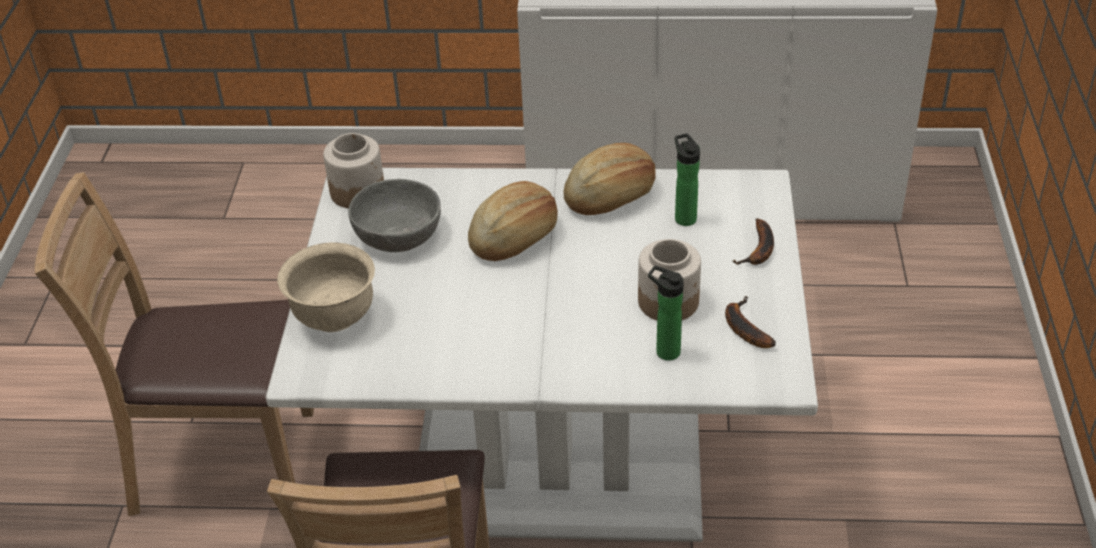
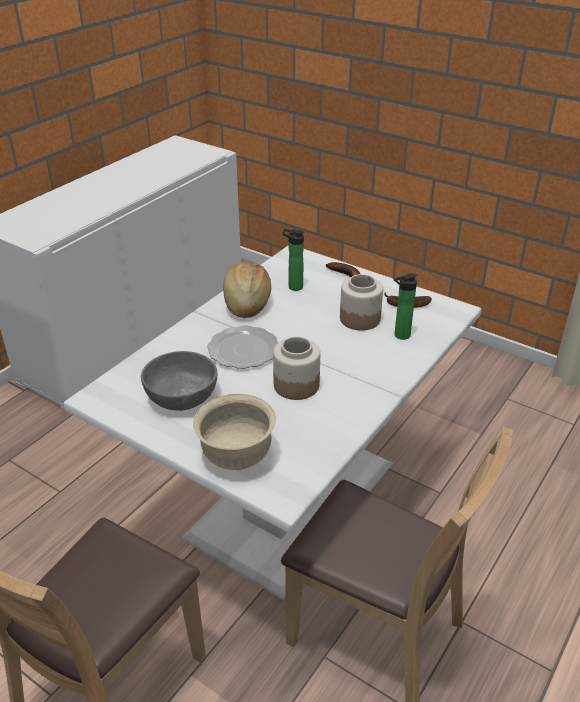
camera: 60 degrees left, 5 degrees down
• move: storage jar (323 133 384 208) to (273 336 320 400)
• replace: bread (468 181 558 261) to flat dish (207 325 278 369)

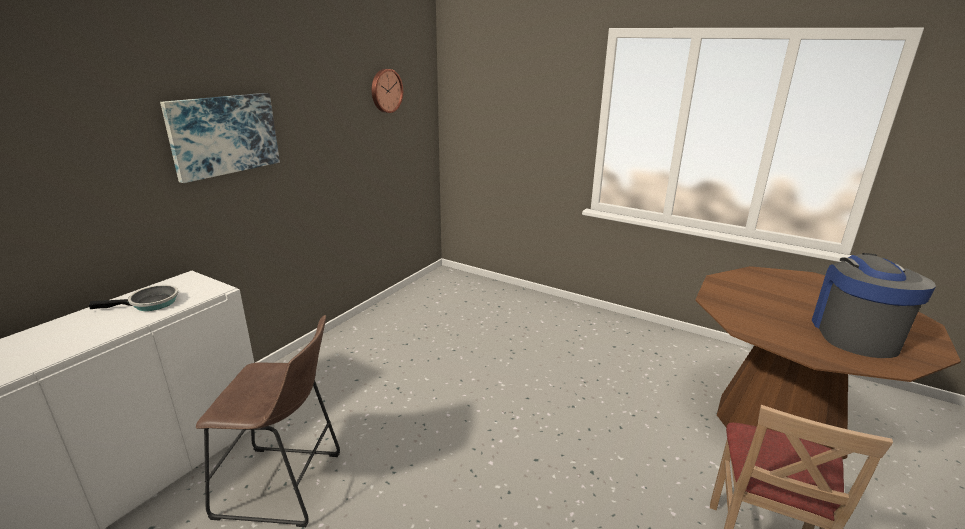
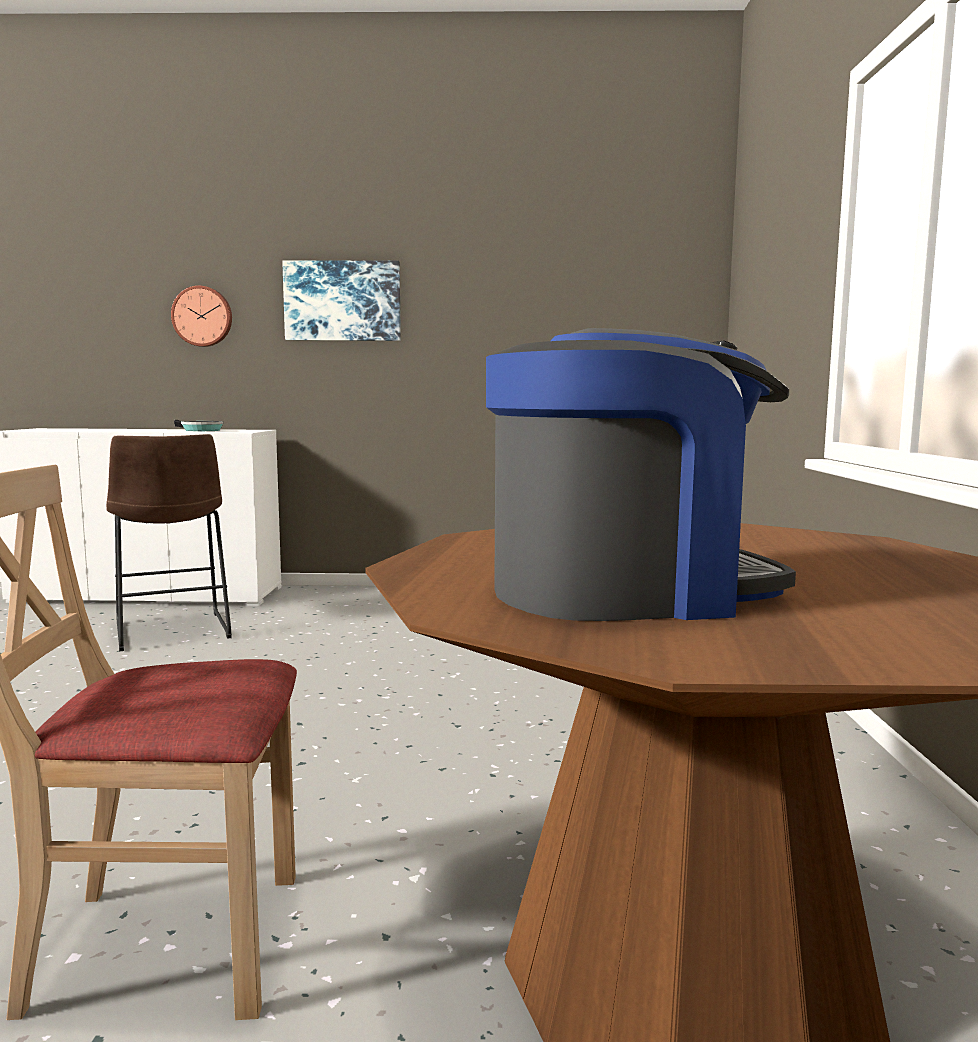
camera: 60 degrees right, 15 degrees down
• move: clock on the wall (372 69 403 113) to (171 286 232 347)

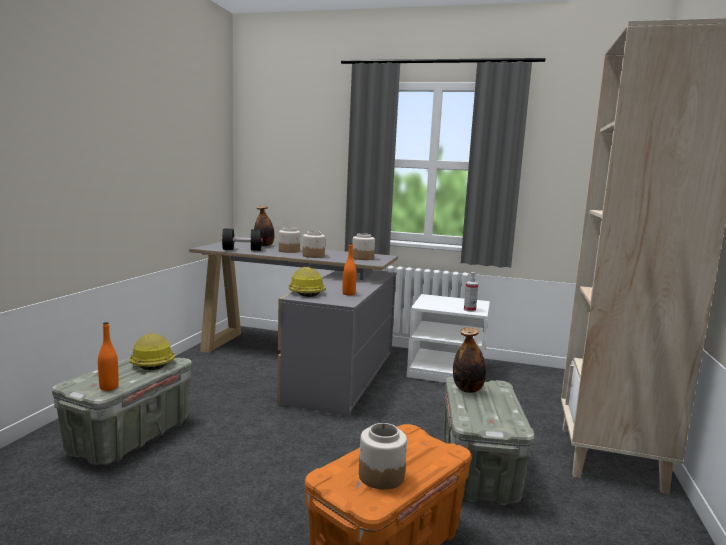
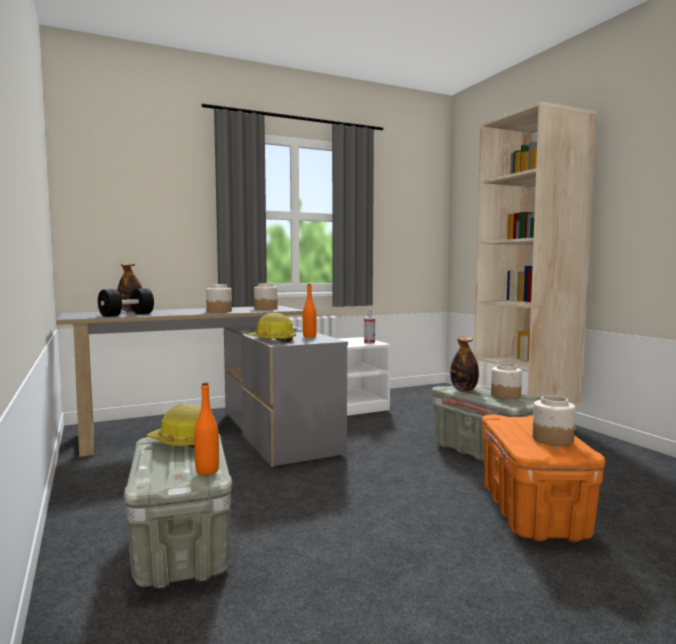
camera: 40 degrees left, 5 degrees down
• move: storage jar (279 227 300 253) to (491 363 522 399)

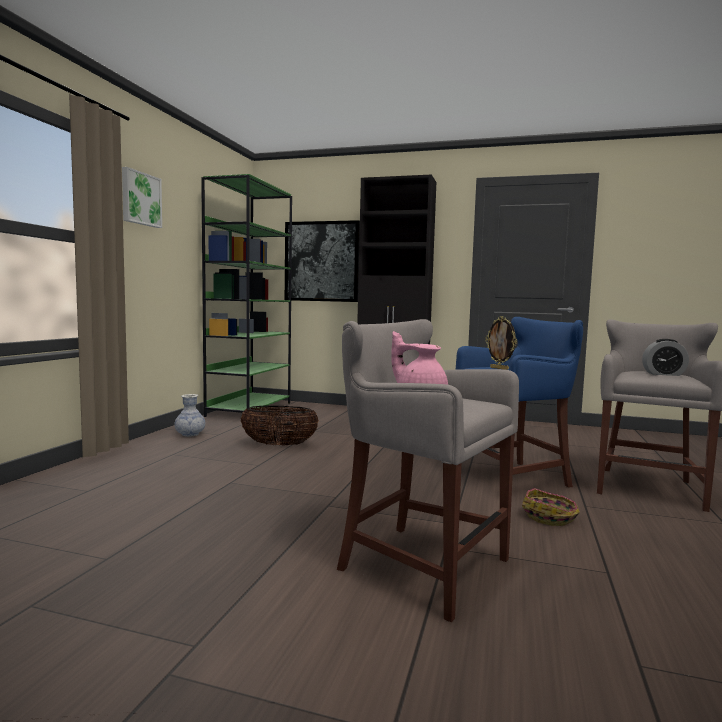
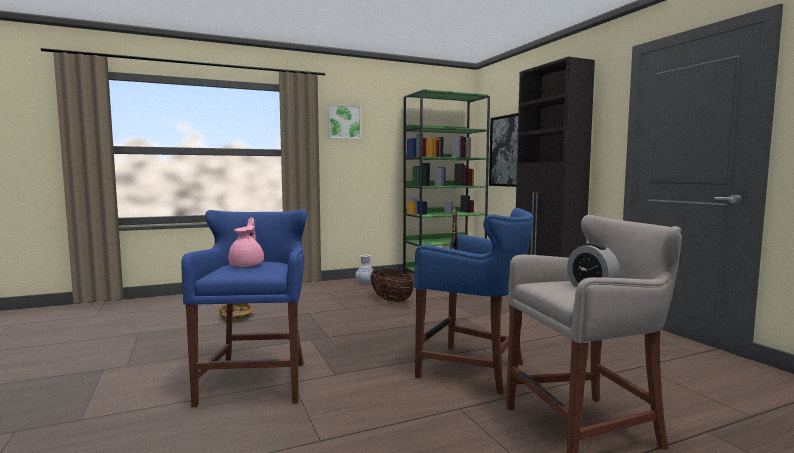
camera: 50 degrees right, 0 degrees up
• recolor: greyish sitting stool (337 319 519 622) to blue sitting stool (181 209 307 407)
• move: household basket (522 488 580 526) to (219 303 255 322)

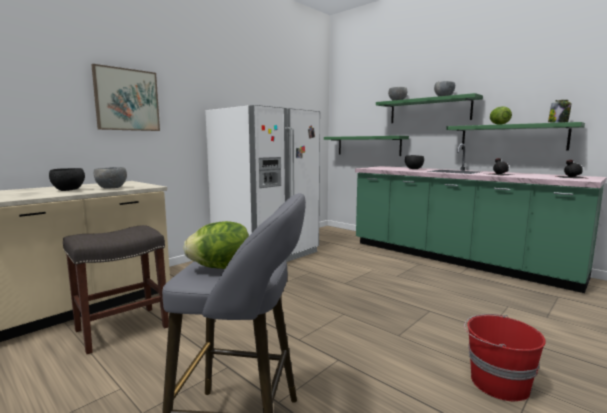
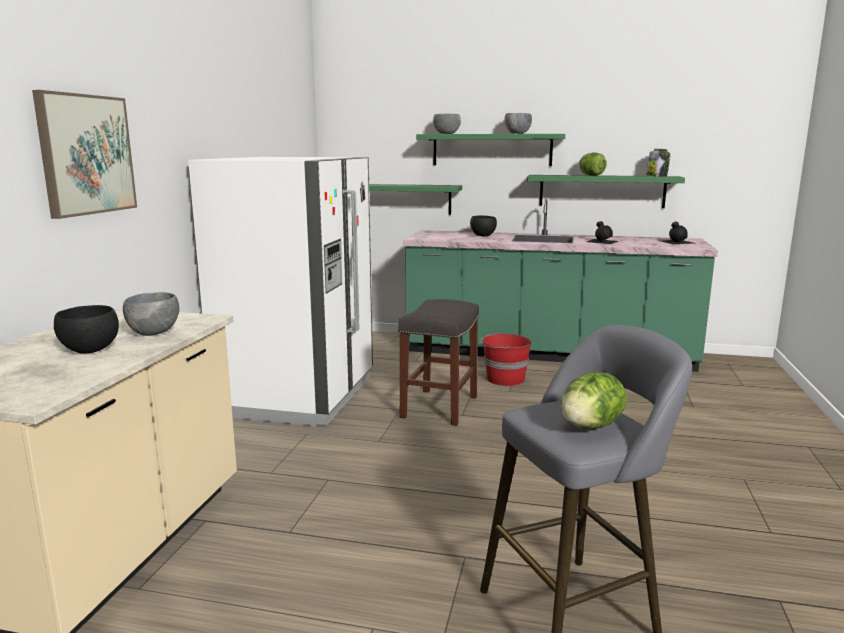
camera: 30 degrees left, 5 degrees up
• move: greyish sitting stool (63 225 169 354) to (398 299 480 426)
• move: red water bucket (464 314 546 401) to (480 332 531 386)

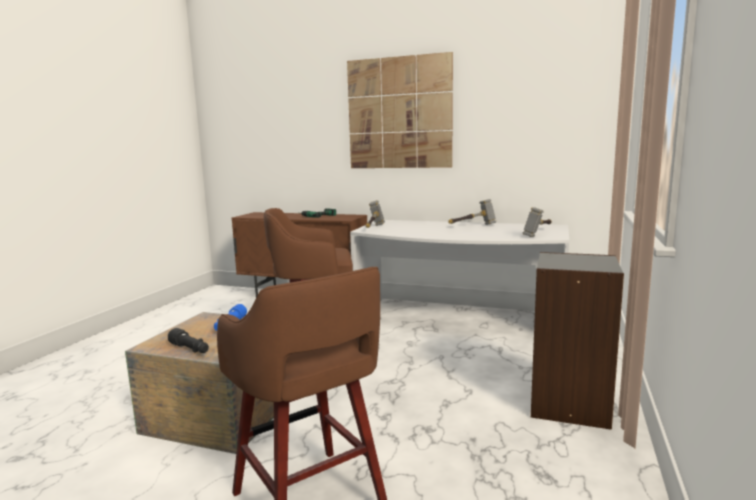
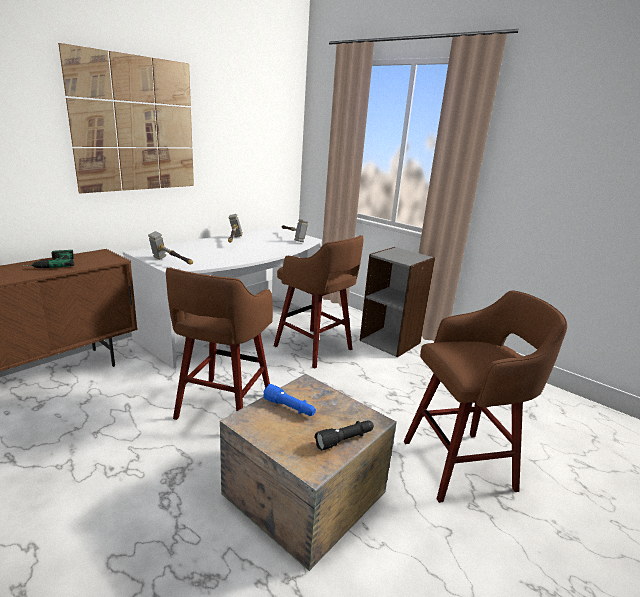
camera: 70 degrees left, 10 degrees up
• insert: brown-coloured sitting stool (274 235 364 369)

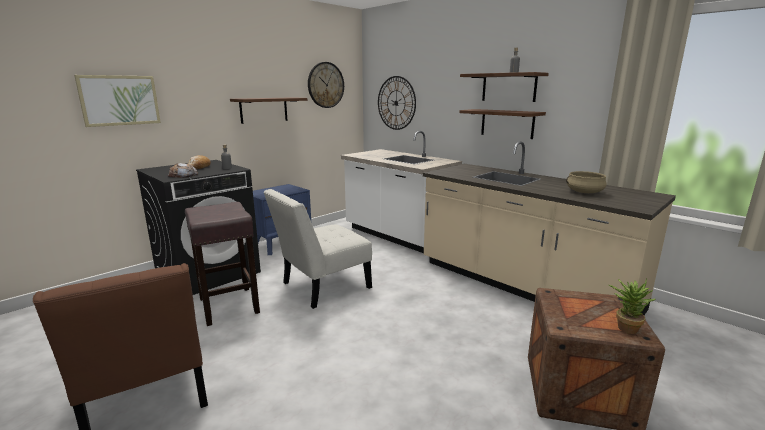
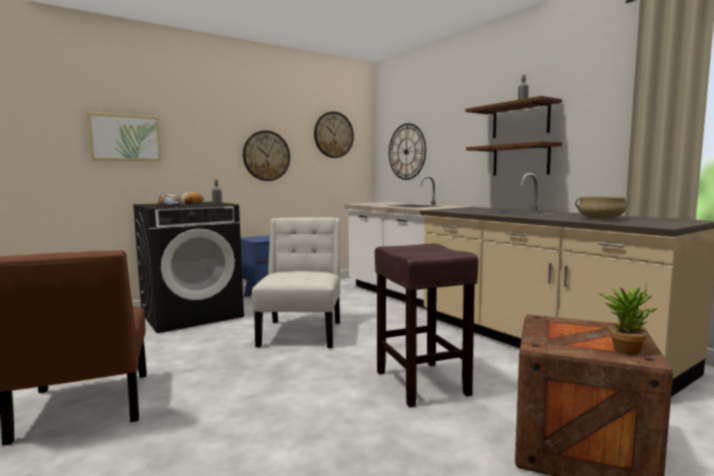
camera: 10 degrees right, 10 degrees down
• move: brown-coloured sitting stool (185 202 260 326) to (375 243 479 407)
• replace: brown-coloured wall shelf (230 97 307 124) to clock on the wall (243 131 290 181)
• rotate: whitish plain chair (264 189 372 309) = (252 217 340 348) 120 degrees clockwise

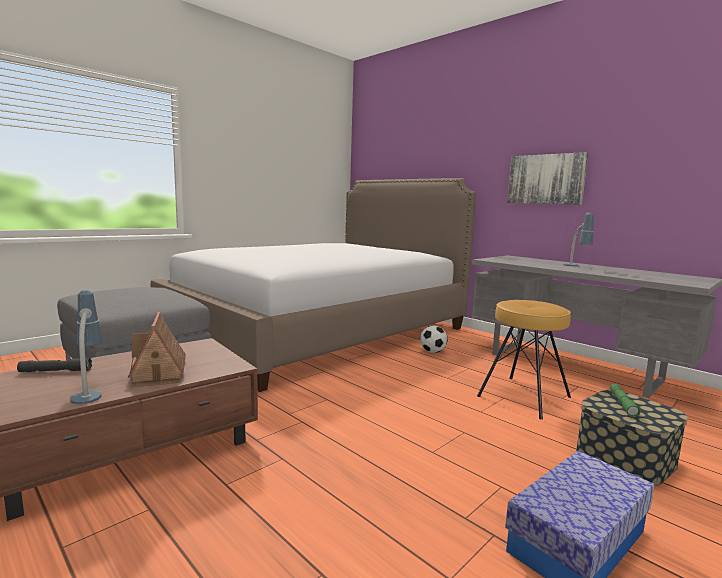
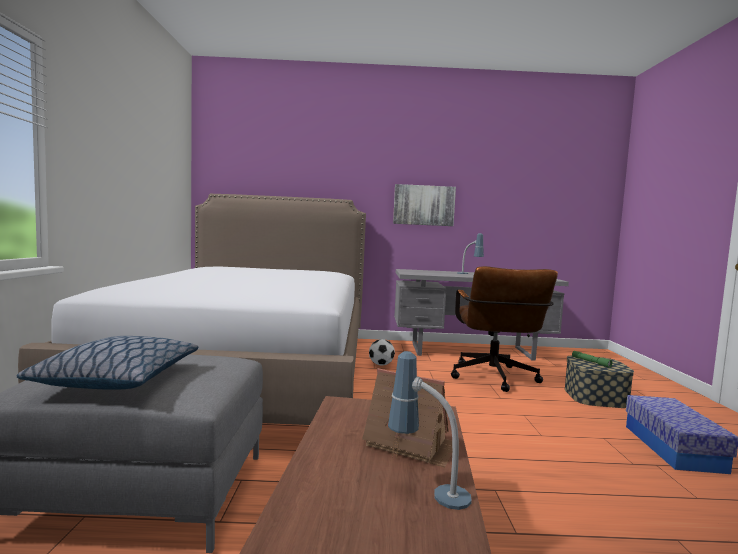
camera: 45 degrees left, 5 degrees down
• delete: greyish torch (17 358 92 372)
• replace: brown-coloured sitting stool (477 300 571 420) to brown-coloured office chair (451 266 558 392)
• insert: cushion (17 336 198 390)

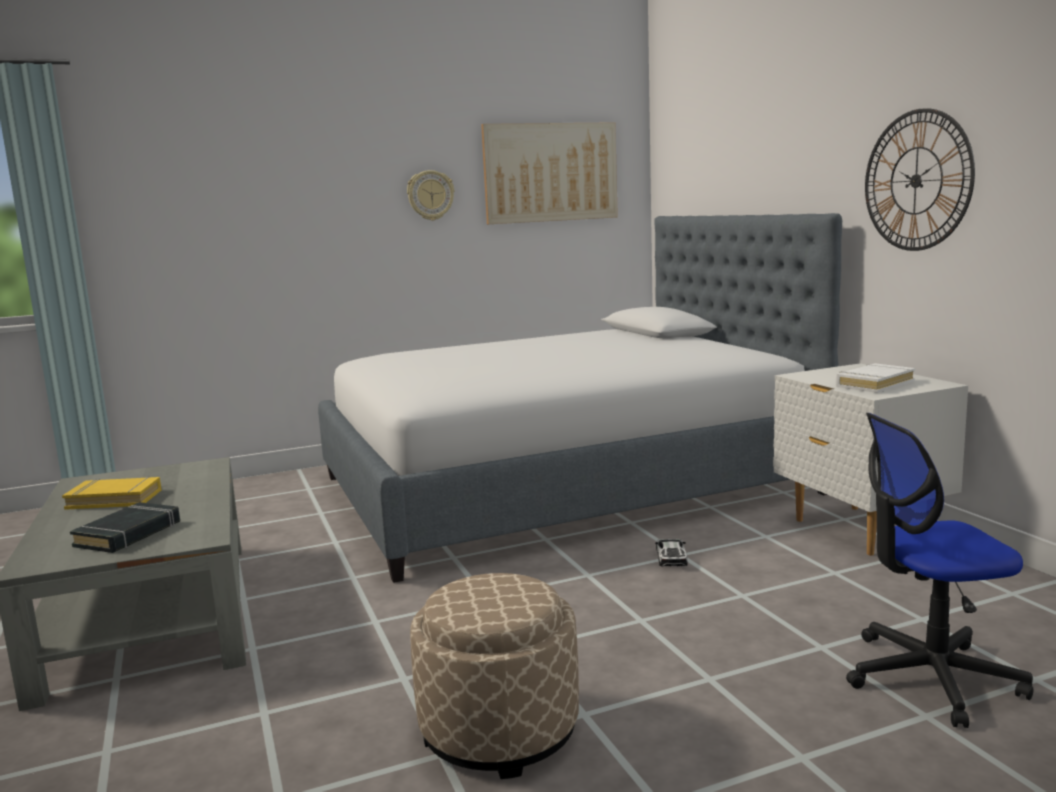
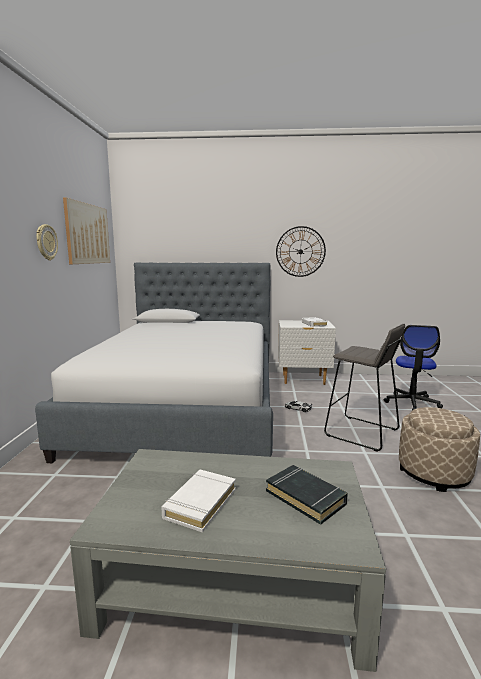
camera: 65 degrees left, 0 degrees up
• recolor: yellow-coloured bound book (62 476 162 510) to whitish bound book (161 470 236 533)
• insert: greyish sitting stool (324 324 405 452)

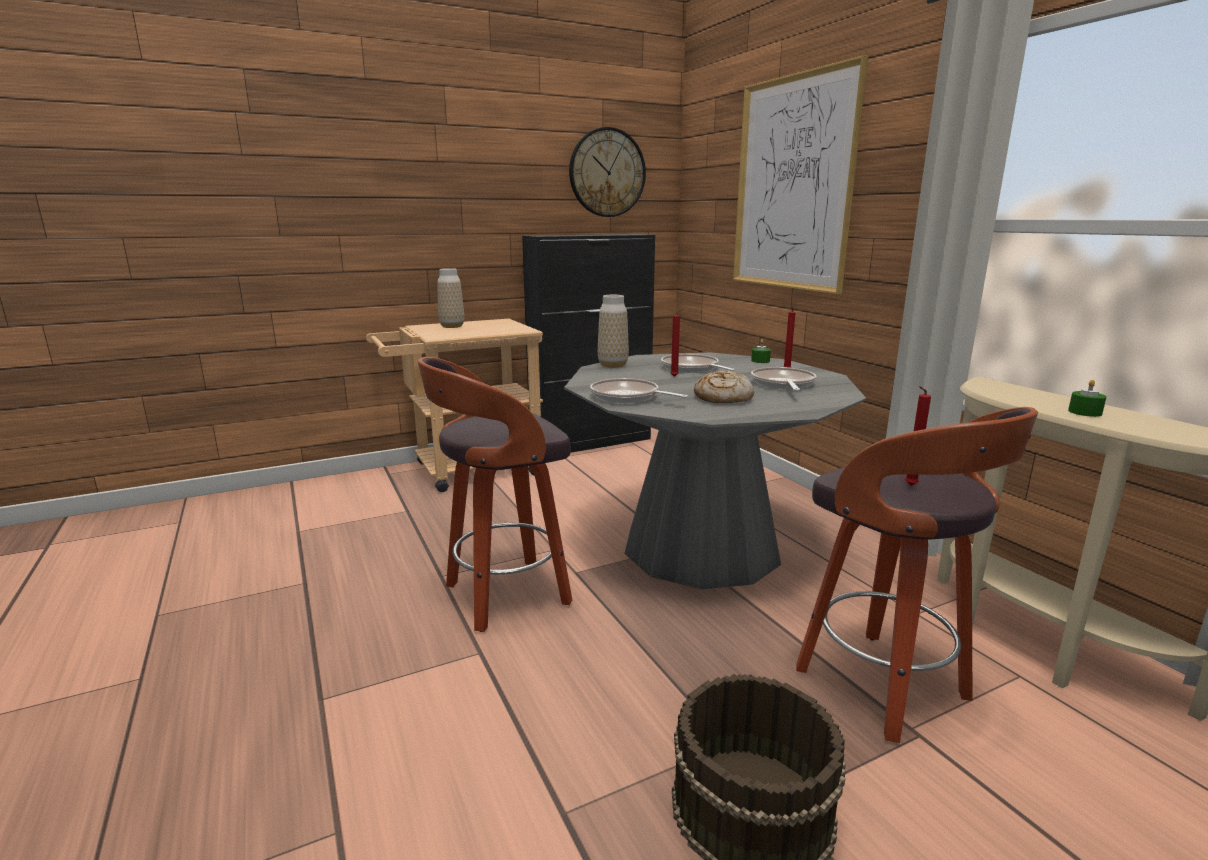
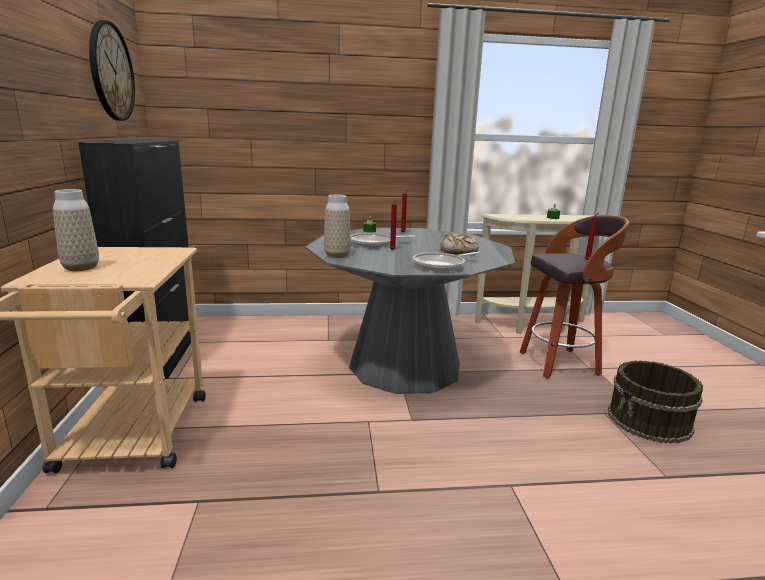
camera: 70 degrees left, 0 degrees up
• delete: sitting stool (417 357 572 632)
• delete: wall picture (733 55 868 294)
• delete: frying pan (751 367 816 391)

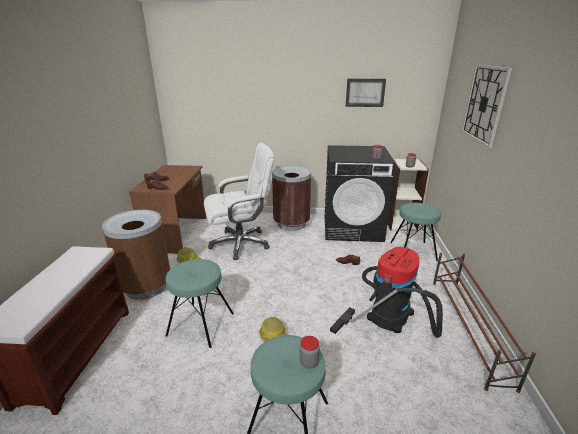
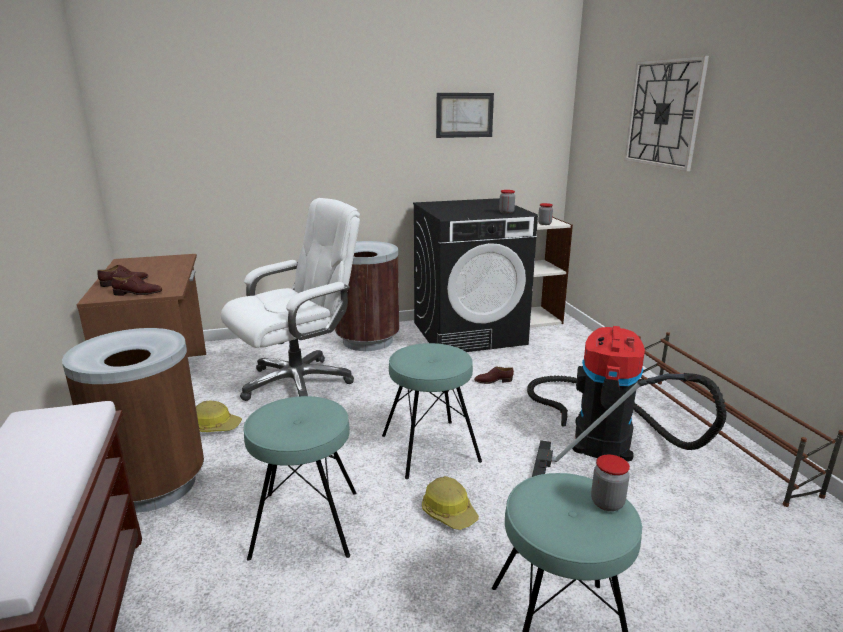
camera: 20 degrees left, 5 degrees down
• move: turquoise-coloured sitting stool (390 203 441 262) to (382 343 482 479)

